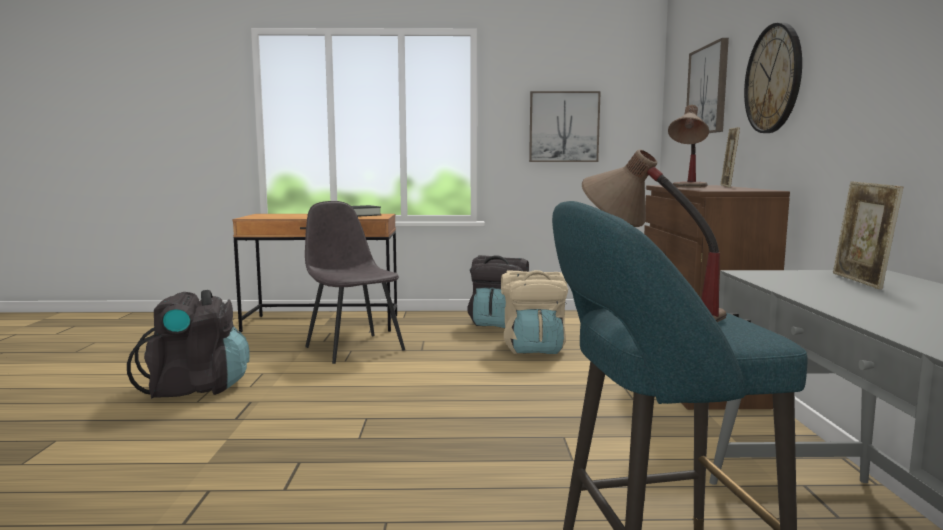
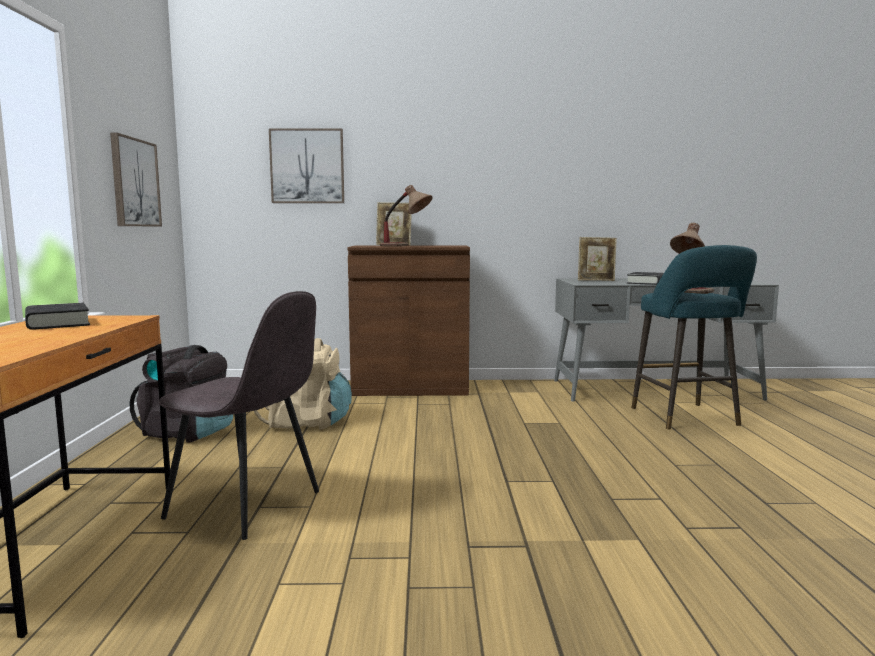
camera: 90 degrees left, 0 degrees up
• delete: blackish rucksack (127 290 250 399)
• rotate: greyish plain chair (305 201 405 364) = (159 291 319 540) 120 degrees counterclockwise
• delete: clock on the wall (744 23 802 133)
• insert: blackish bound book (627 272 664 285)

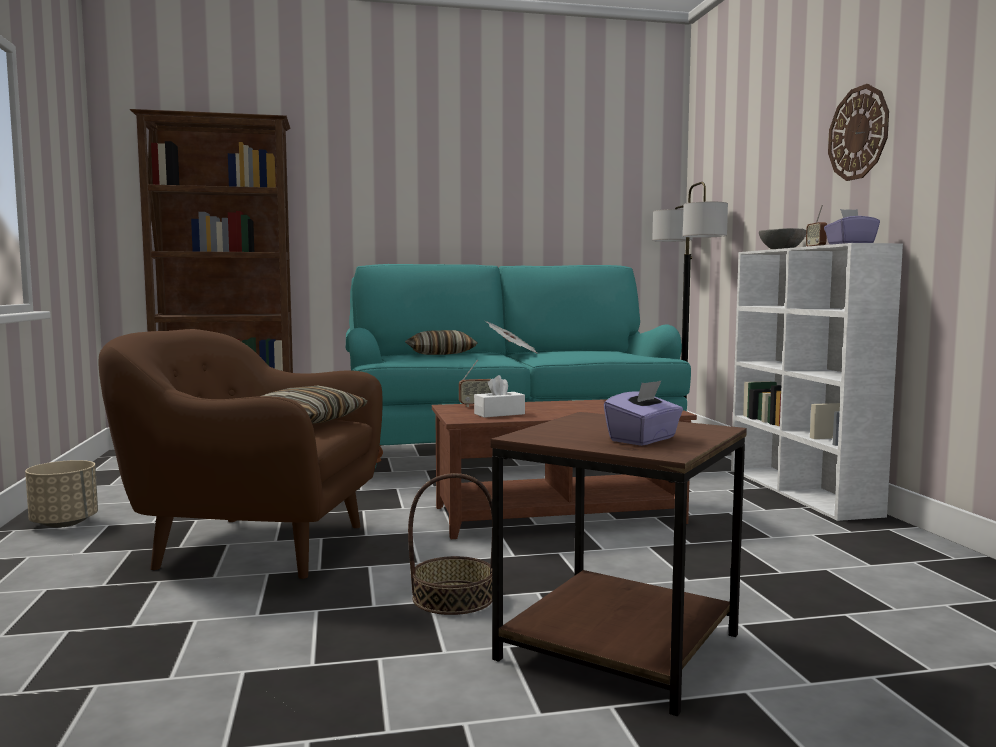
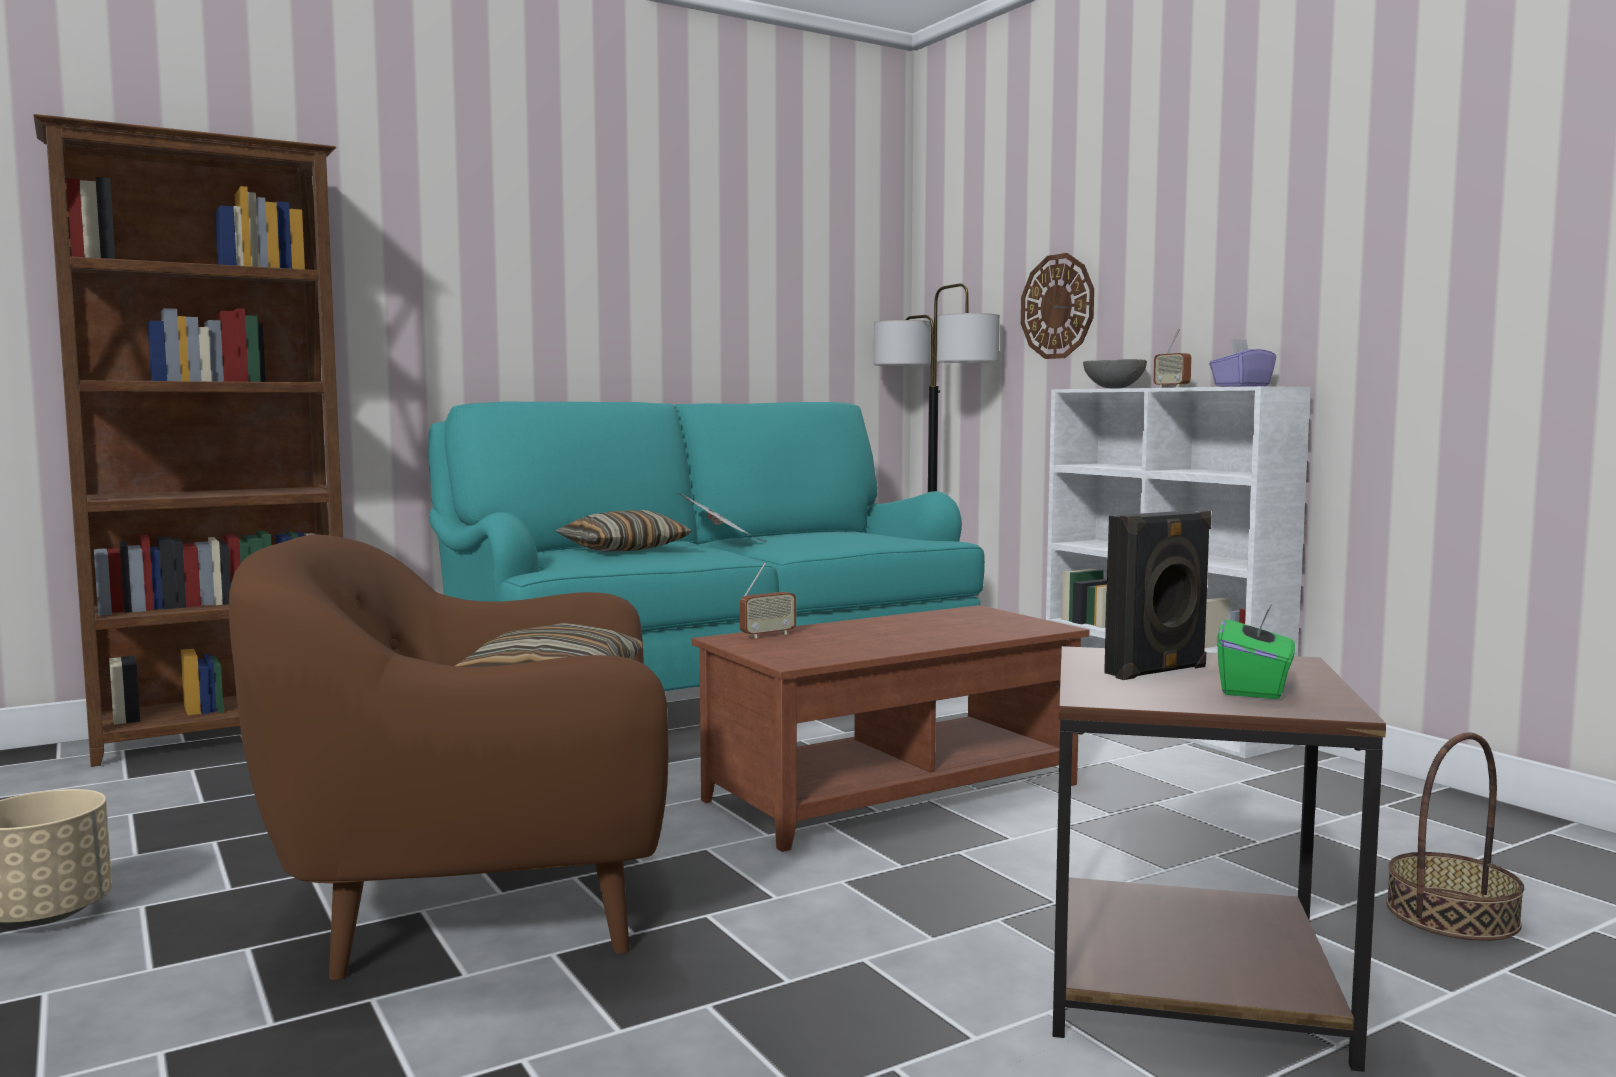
camera: 20 degrees left, 0 degrees up
• move: household basket (408 473 492 615) to (1386 732 1524 941)
• delete: whitish tissue holder (474 375 525 418)
• recolor: purplish tissue holder (604 380 683 446) to green tissue holder (1217 603 1295 699)
• move: clock on the wall (828 84 889 181) to (1021 253 1094 359)
• insert: blackish audio speaker (1104 510 1212 680)

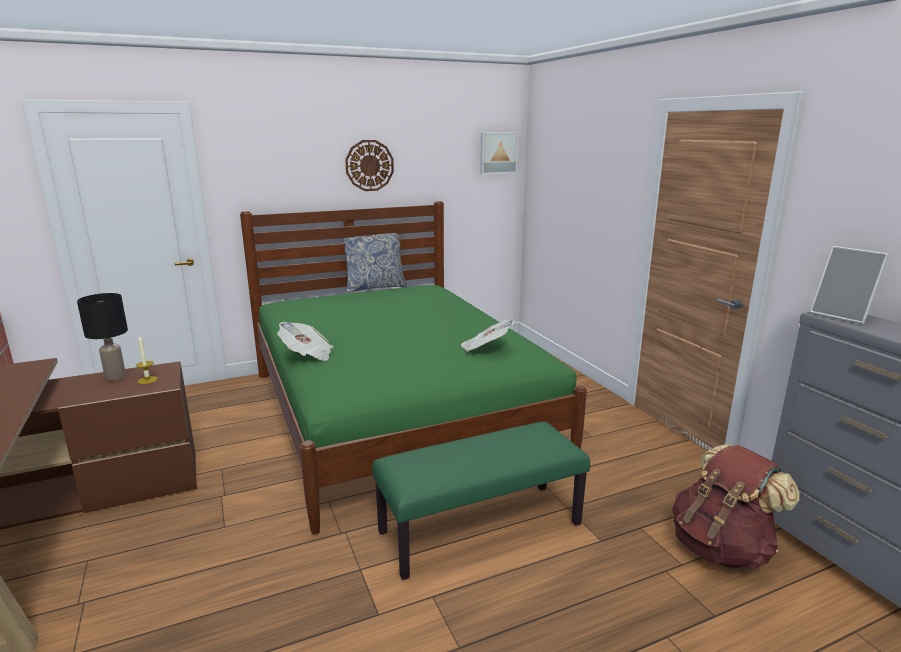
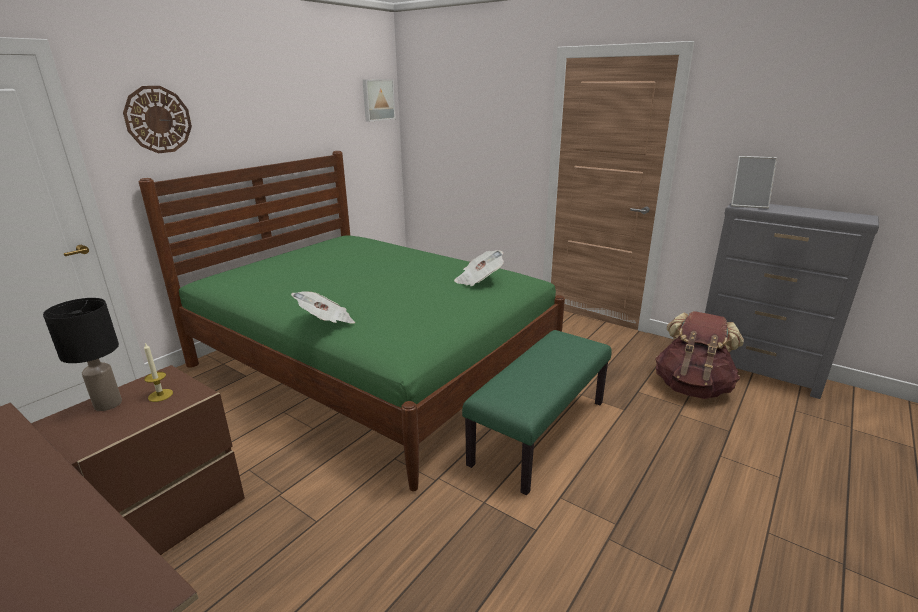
camera: 30 degrees left, 5 degrees up
• delete: cushion (341 233 407 293)
• move: clock on the wall (345 140 394 191) to (123 86 192 153)

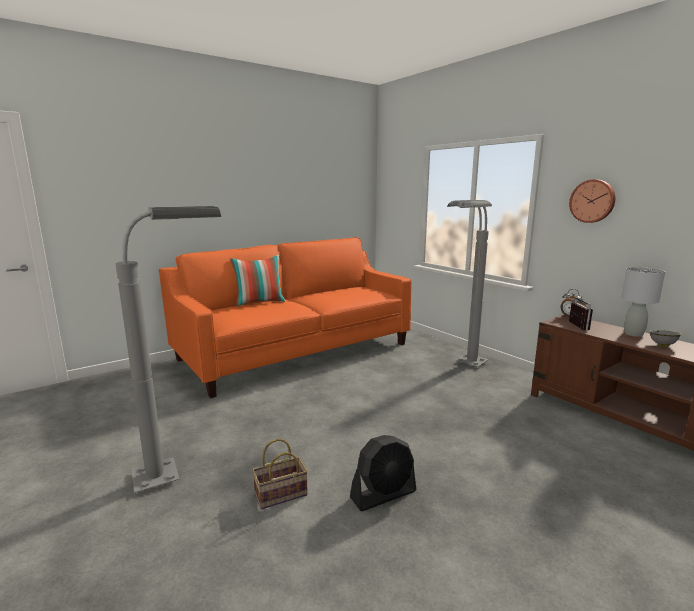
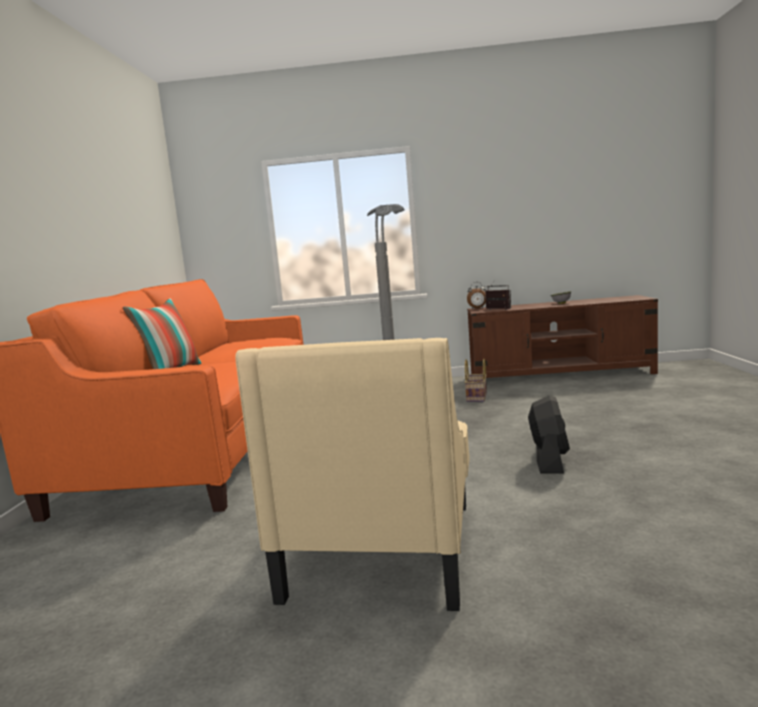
camera: 50 degrees left, 5 degrees down
• replace: greyish floor lamp (115 206 221 493) to sand-coloured armchair (235 338 470 611)
• move: household basket (252 438 308 509) to (464 359 487 402)
• delete: clock on the wall (569 179 615 223)
• delete: greyish table lamp (621 267 665 337)

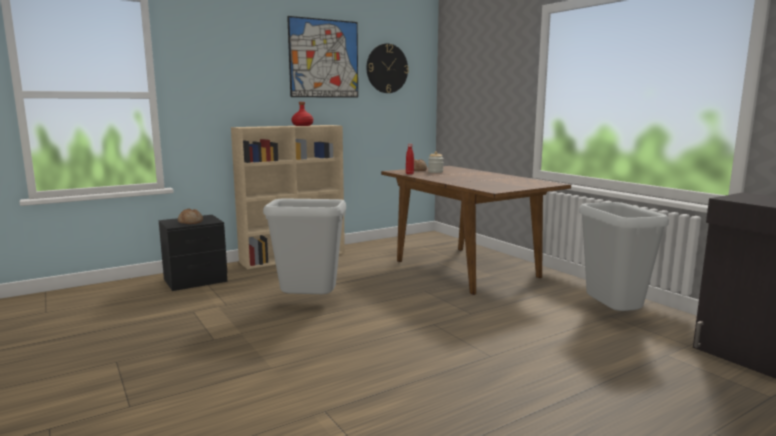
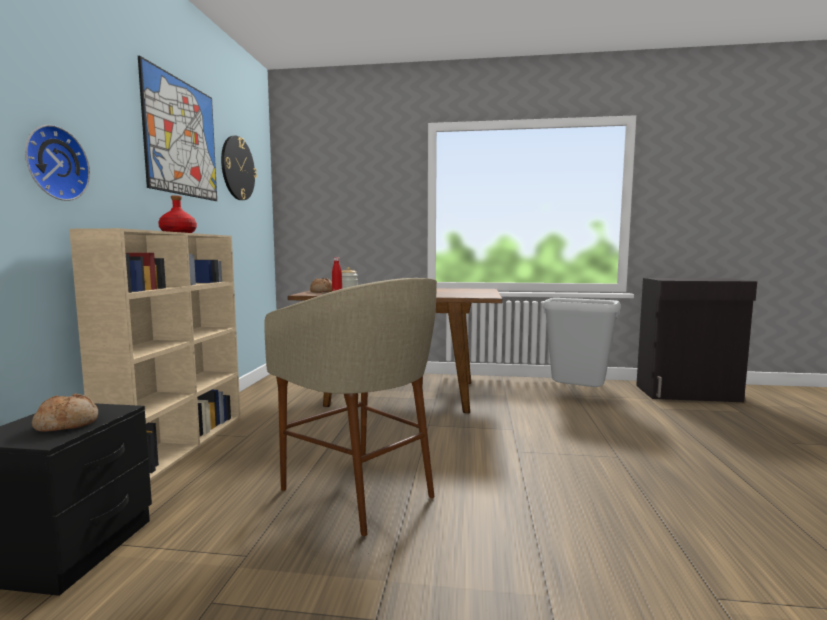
camera: 50 degrees left, 5 degrees down
• replace: greyish rubbish bin (263 199 346 294) to sand-coloured sitting stool (264 278 437 536)
• insert: clock on the wall (25 125 90 201)

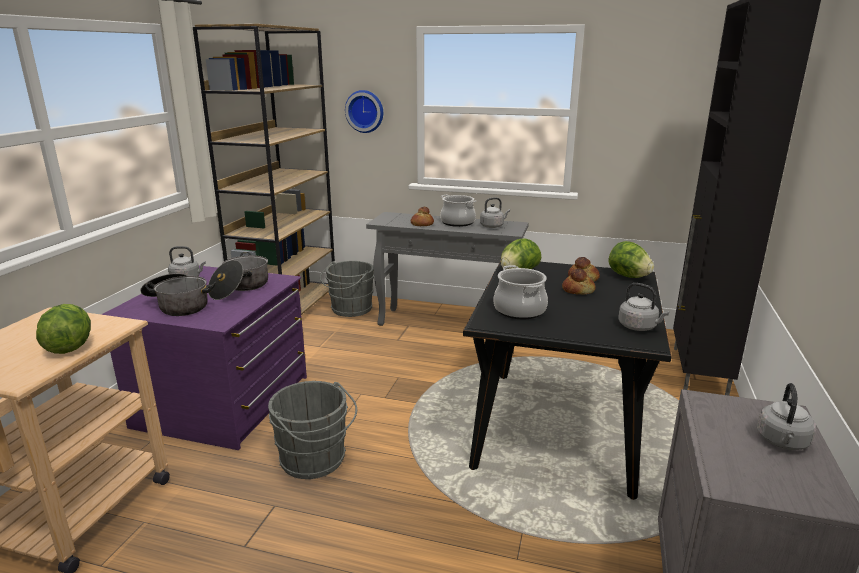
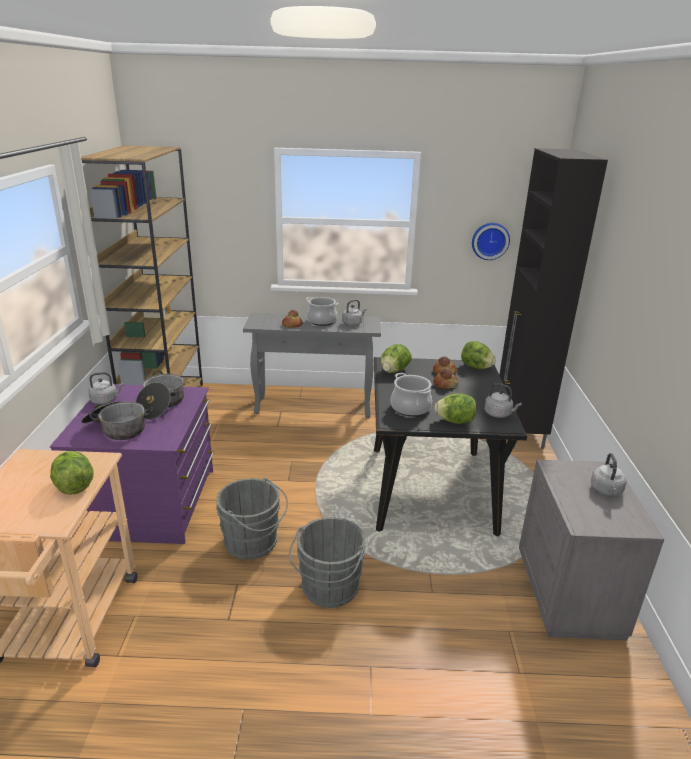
camera: 15 degrees left, 5 degrees up
• move: greyish water bucket (320 261 374 317) to (289 517 366 608)
• move: clock on the wall (345 90 383 133) to (472 223 510 260)
• insert: lettuce head (434 394 476 424)

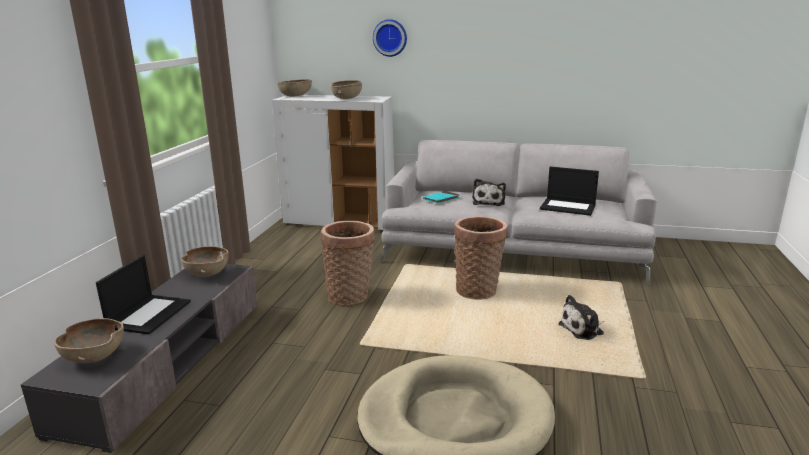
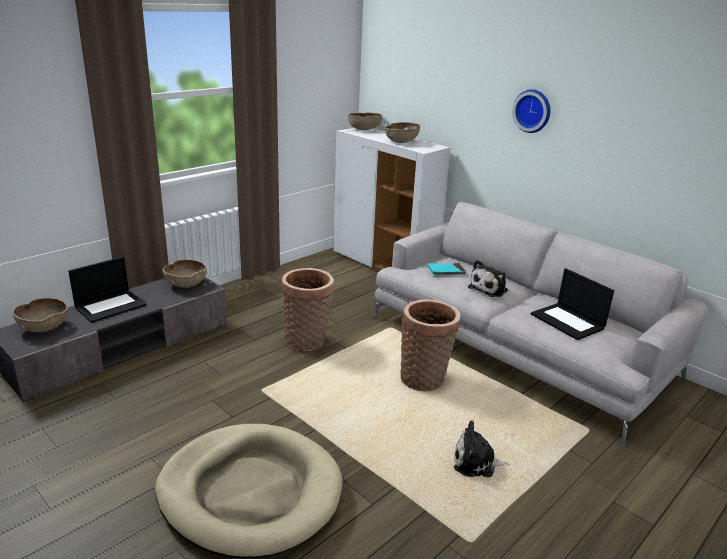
camera: 30 degrees right, 5 degrees up
• move: clock on the wall (373 19 407 57) to (512 89 550 133)

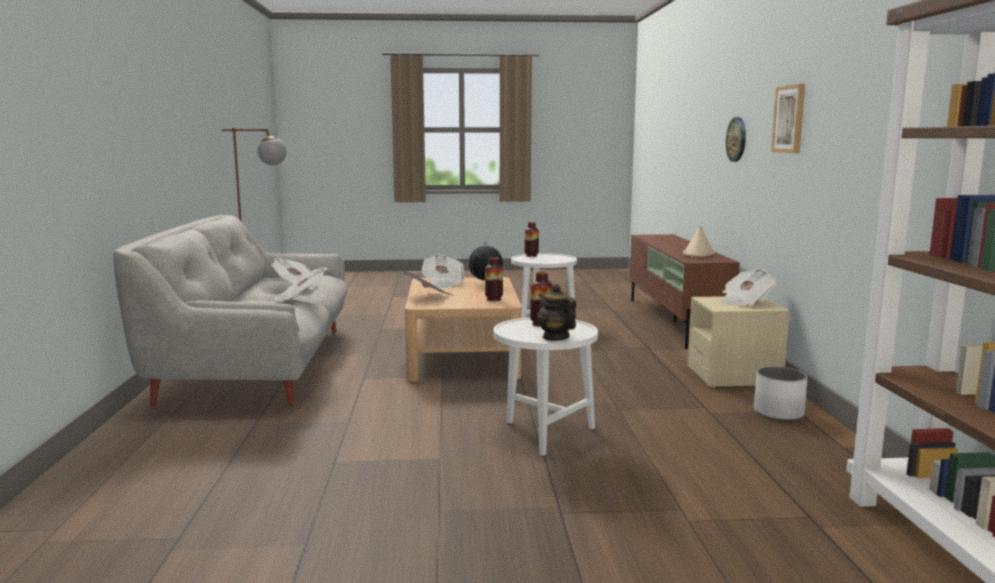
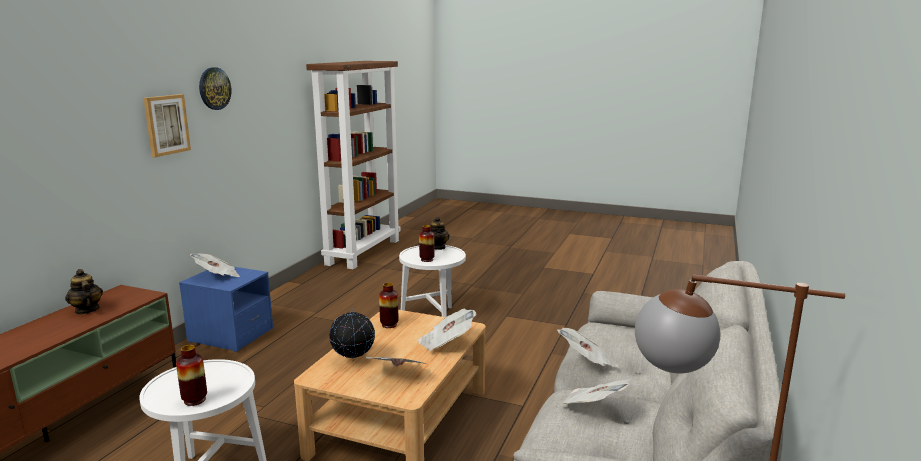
camera: 155 degrees left, 5 degrees up
• replace: sand-coloured hat (683 225 715 257) to tea pot (65 269 103 315)
• recolor: sand-coloured bedside table (688 296 790 388) to blue bedside table (179 267 273 352)
• move: clock on the wall (726 117 746 162) to (199 67 232 110)
• delete: whitish flower pot (754 367 808 421)

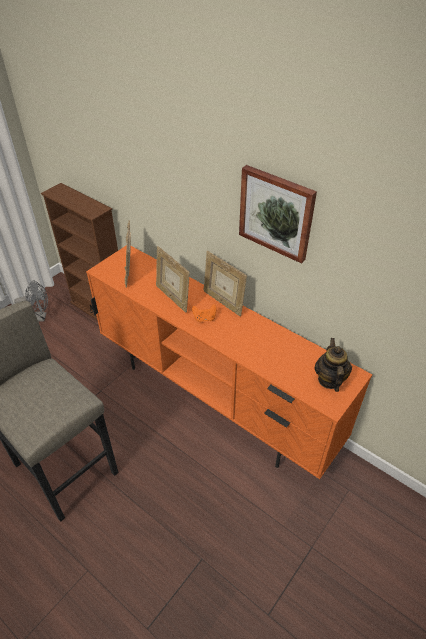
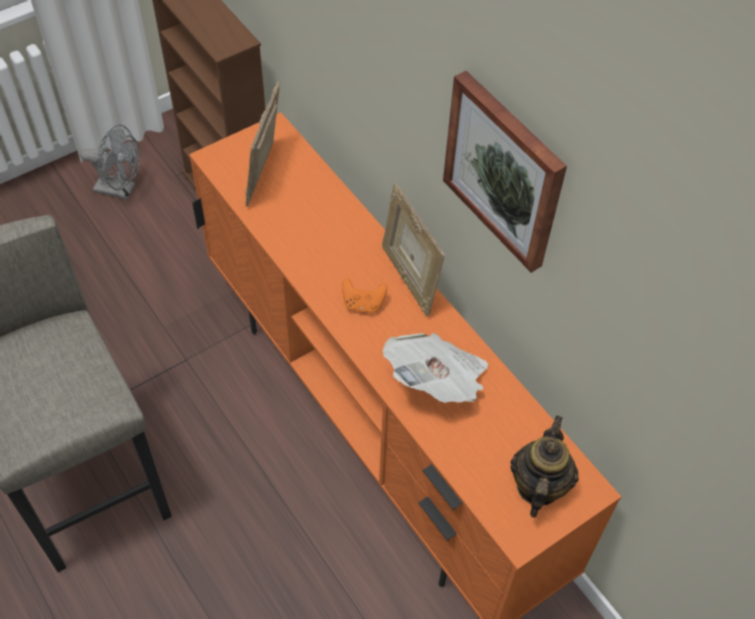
camera: 15 degrees right, 10 degrees up
• delete: photo frame (156 246 190 312)
• insert: newspaper (383 333 488 403)

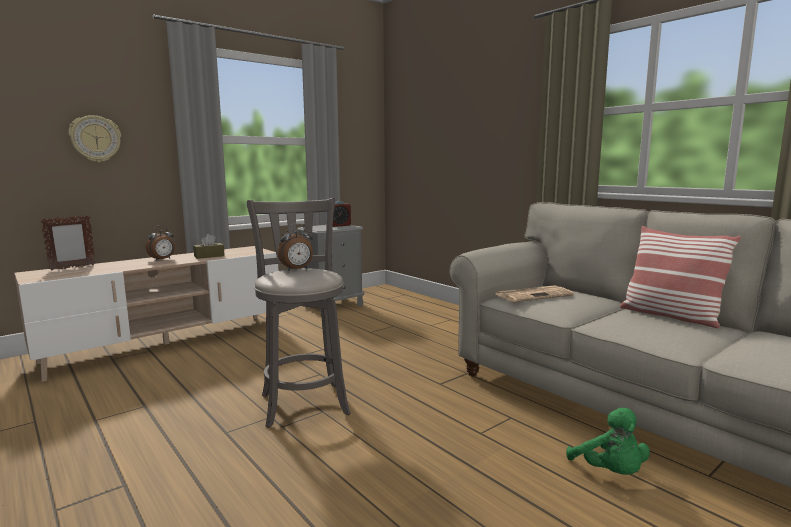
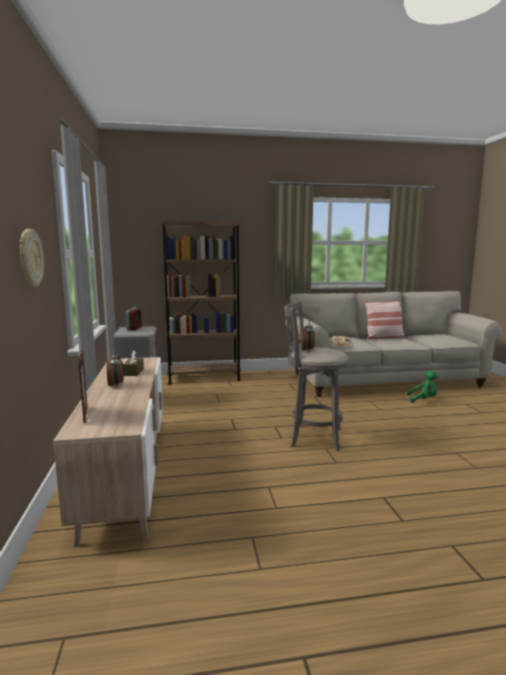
camera: 60 degrees left, 0 degrees up
• insert: brown-coloured bookcase (161 221 241 384)

